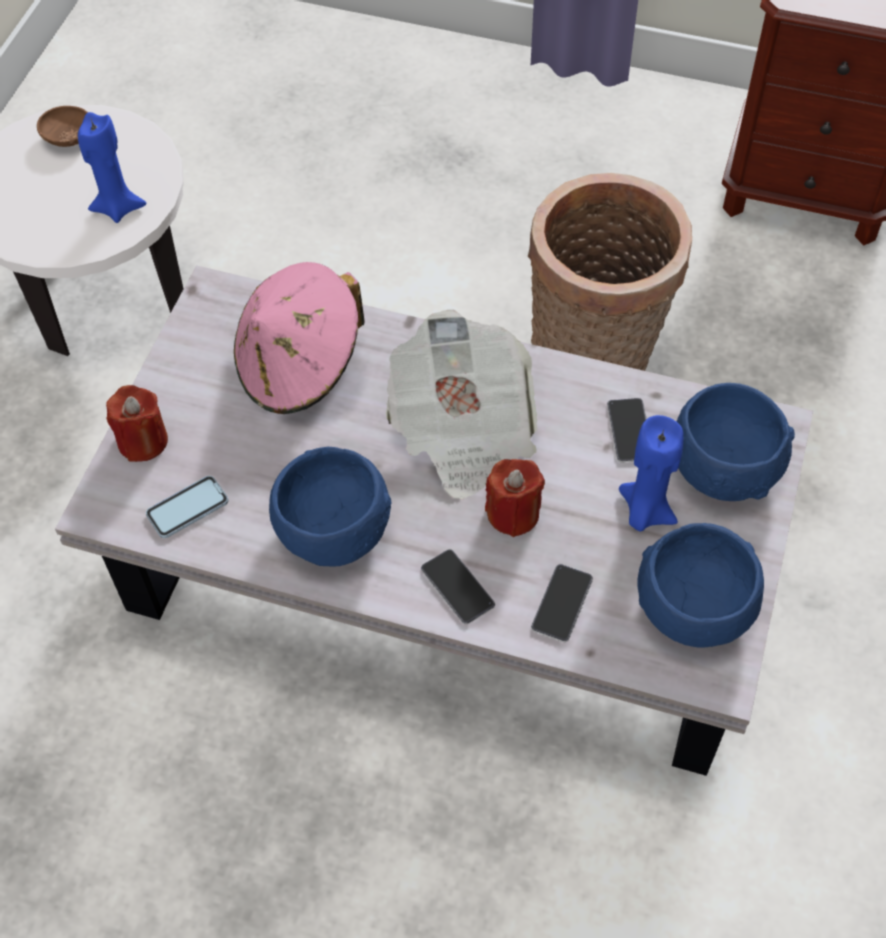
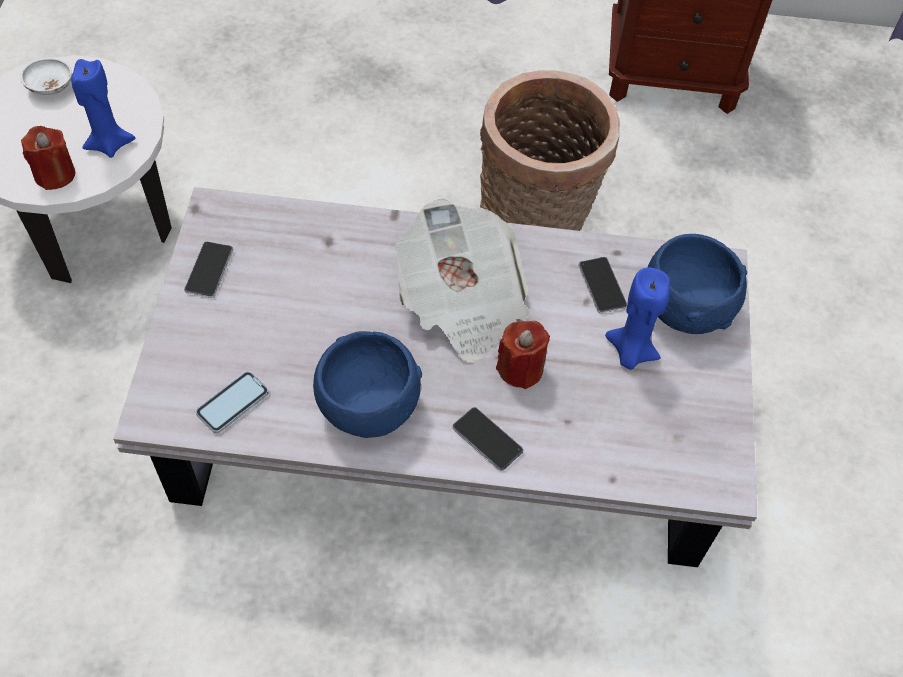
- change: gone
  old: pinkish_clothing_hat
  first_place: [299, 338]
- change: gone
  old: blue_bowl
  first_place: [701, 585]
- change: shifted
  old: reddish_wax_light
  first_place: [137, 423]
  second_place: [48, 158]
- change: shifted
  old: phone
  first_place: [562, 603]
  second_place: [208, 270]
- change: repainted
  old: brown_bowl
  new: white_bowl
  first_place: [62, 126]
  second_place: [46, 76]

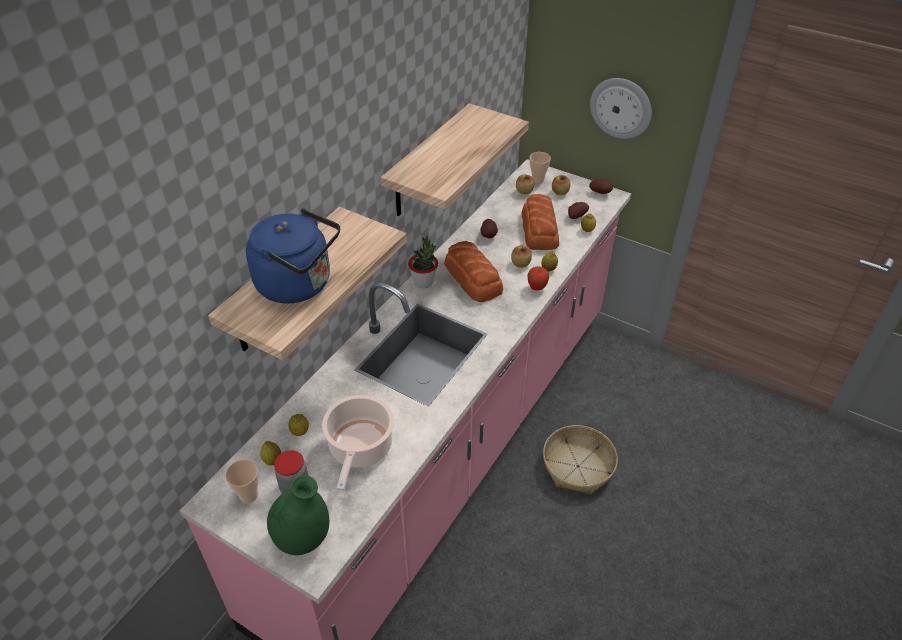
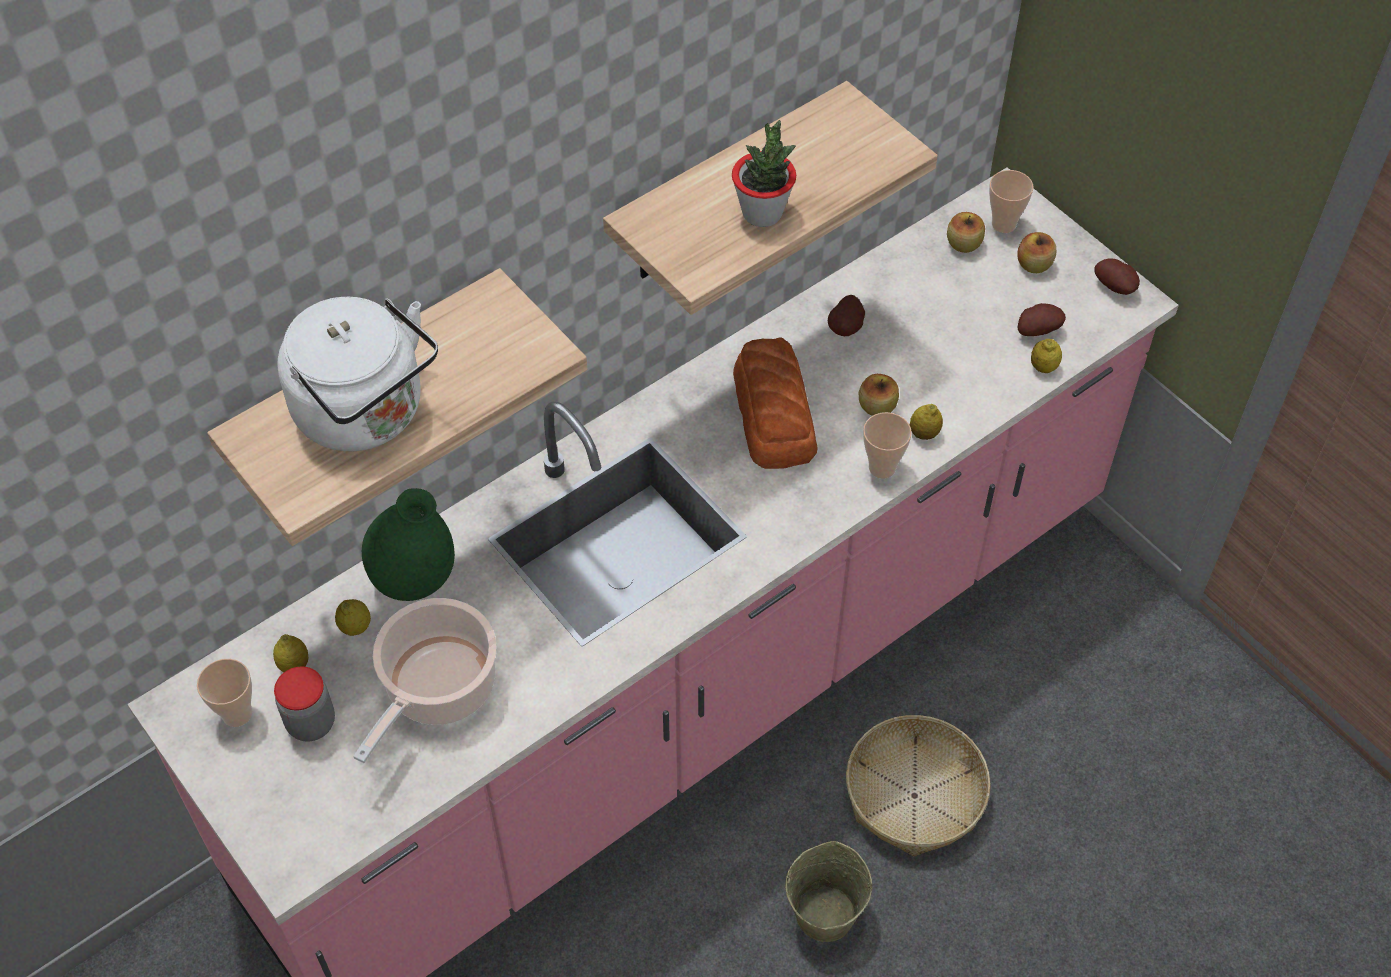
- change: gone
  old: baked_bread
  first_place: [540, 222]
- change: gone
  old: wall_clock
  first_place: [621, 108]
- change: new
  new: beige-coloured_pail
  second_place: [828, 891]
- change: shifted
  old: greenish_decorative_vase
  first_place: [298, 515]
  second_place: [408, 544]
- change: shifted
  old: houseplant
  first_place: [423, 262]
  second_place: [764, 173]
- change: swapped
  old: apple
  new: small_cup
  first_place: [538, 278]
  second_place: [887, 445]
- change: repainted
  old: blue_water_kettle
  new: white_water_kettle
  first_place: [293, 256]
  second_place: [357, 374]

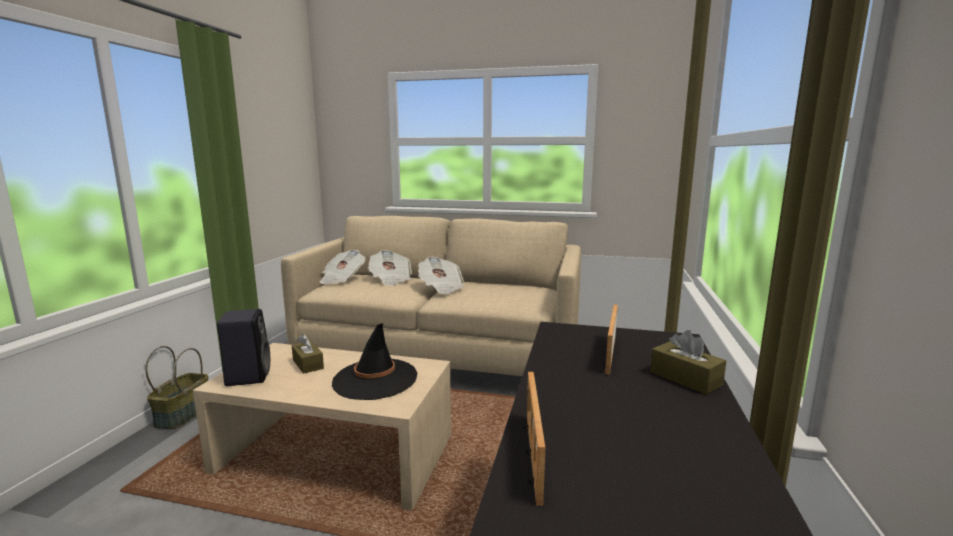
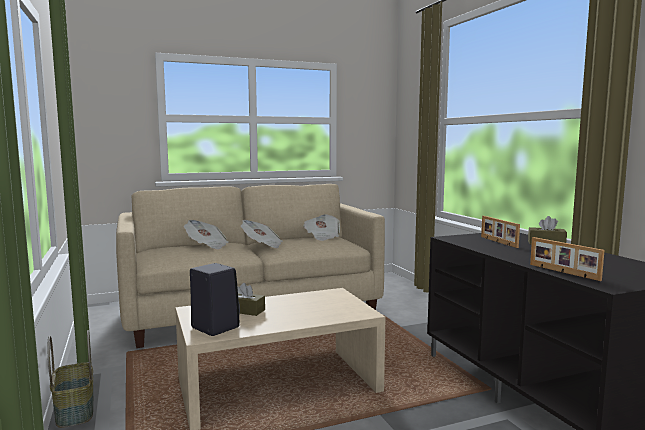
- change: gone
  old: black-coloured_clothing_hat
  first_place: [374, 361]
- change: shifted
  old: newspaper
  first_place: [343, 267]
  second_place: [321, 227]

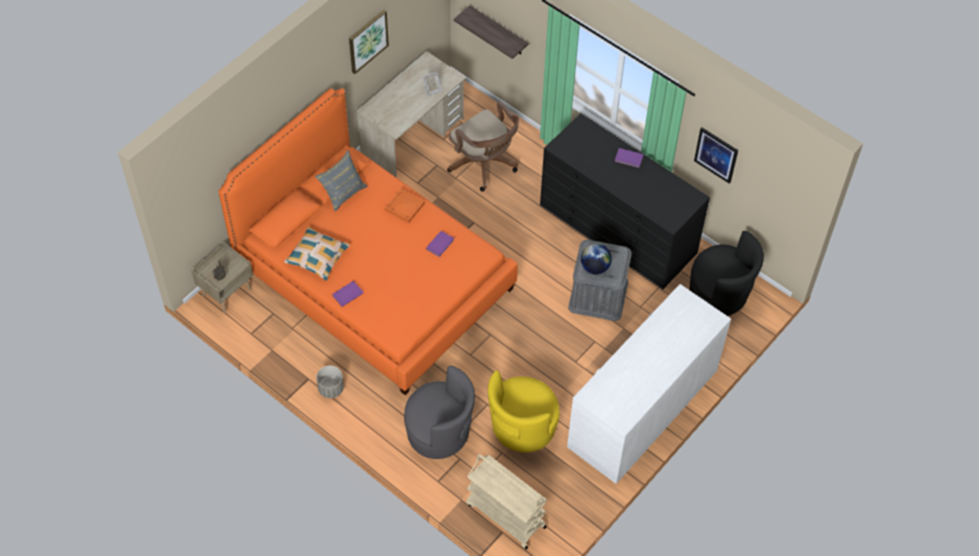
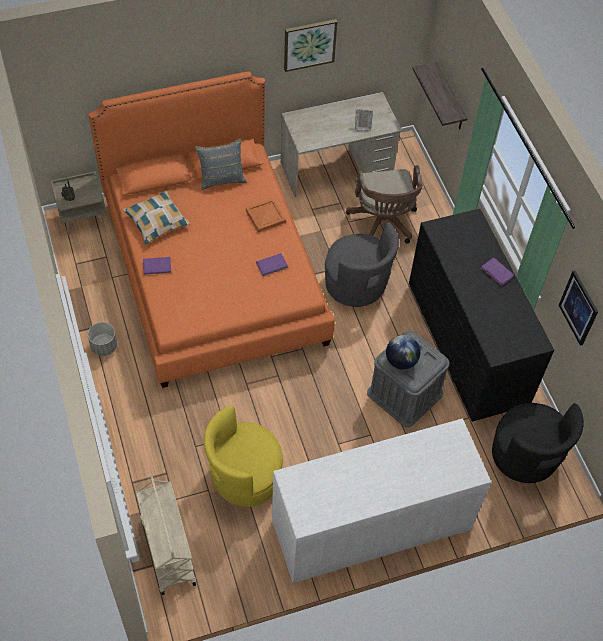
- change: shifted
  old: grey_armchair
  first_place: [439, 412]
  second_place: [362, 265]

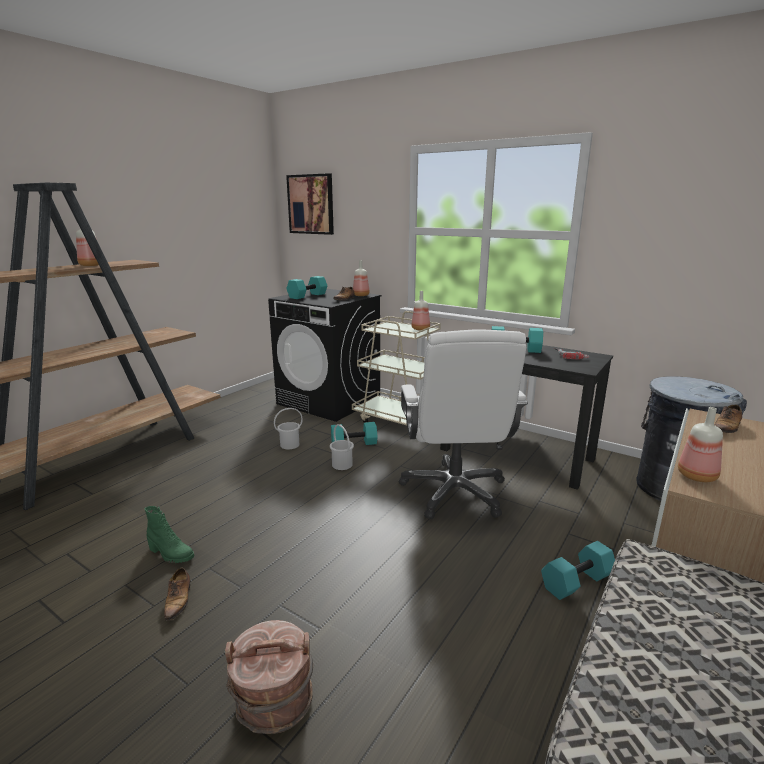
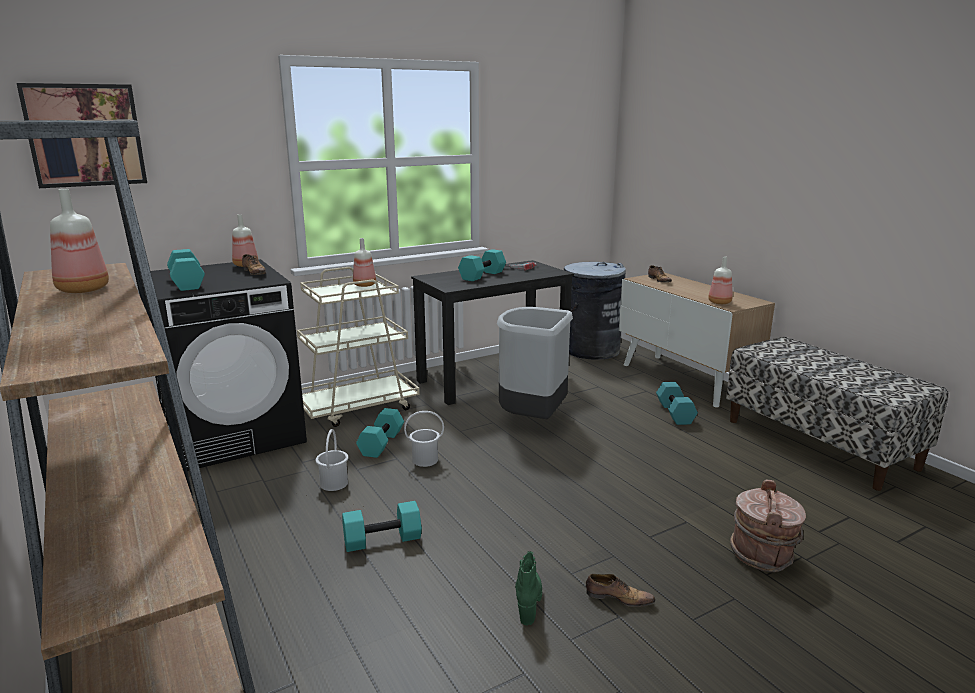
- change: new
  new: turquoise-coloured_dumbbell
  second_place: [382, 526]
- change: swapped
  old: white_desk_chair
  new: grey_rubbish_bin
  first_place: [463, 424]
  second_place: [535, 363]
- change: rotated
  old: greenish_high-top_boot
  first_place: [169, 534]
  second_place: [528, 588]
  degrees: -45

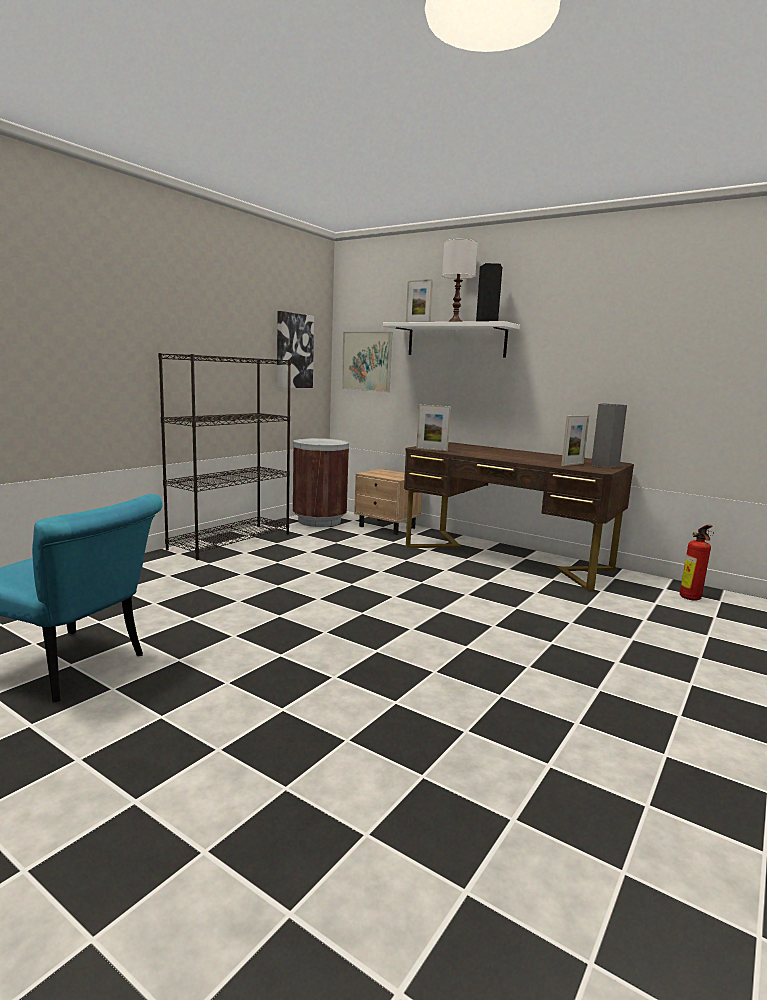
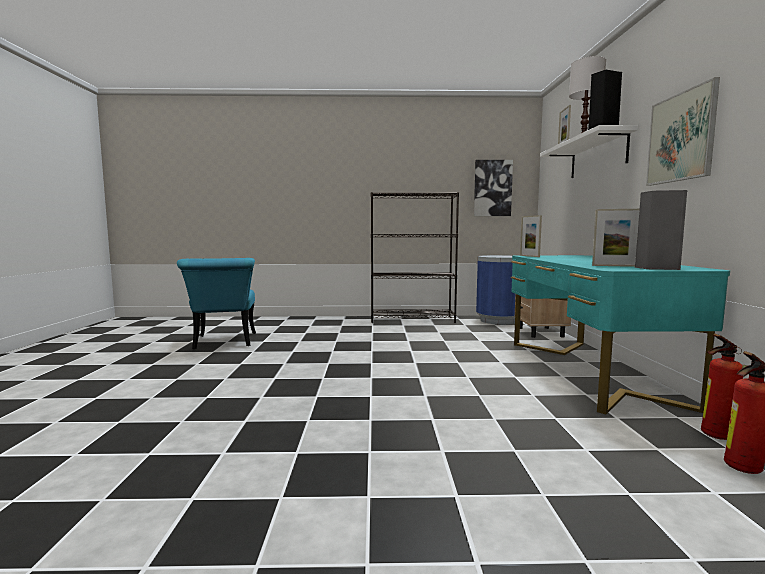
- change: new
  new: fire_extinguisher
  second_place: [722, 387]
- change: shifted
  old: picture
  first_place: [367, 362]
  second_place: [683, 131]
- change: repainted
  old: brown_rubbish_bin
  new: blue_rubbish_bin
  first_place: [321, 482]
  second_place: [495, 290]
- change: repainted
  old: brown_desk_unit
  new: turquoise-coloured_desk_unit
  first_place: [519, 516]
  second_place: [620, 334]

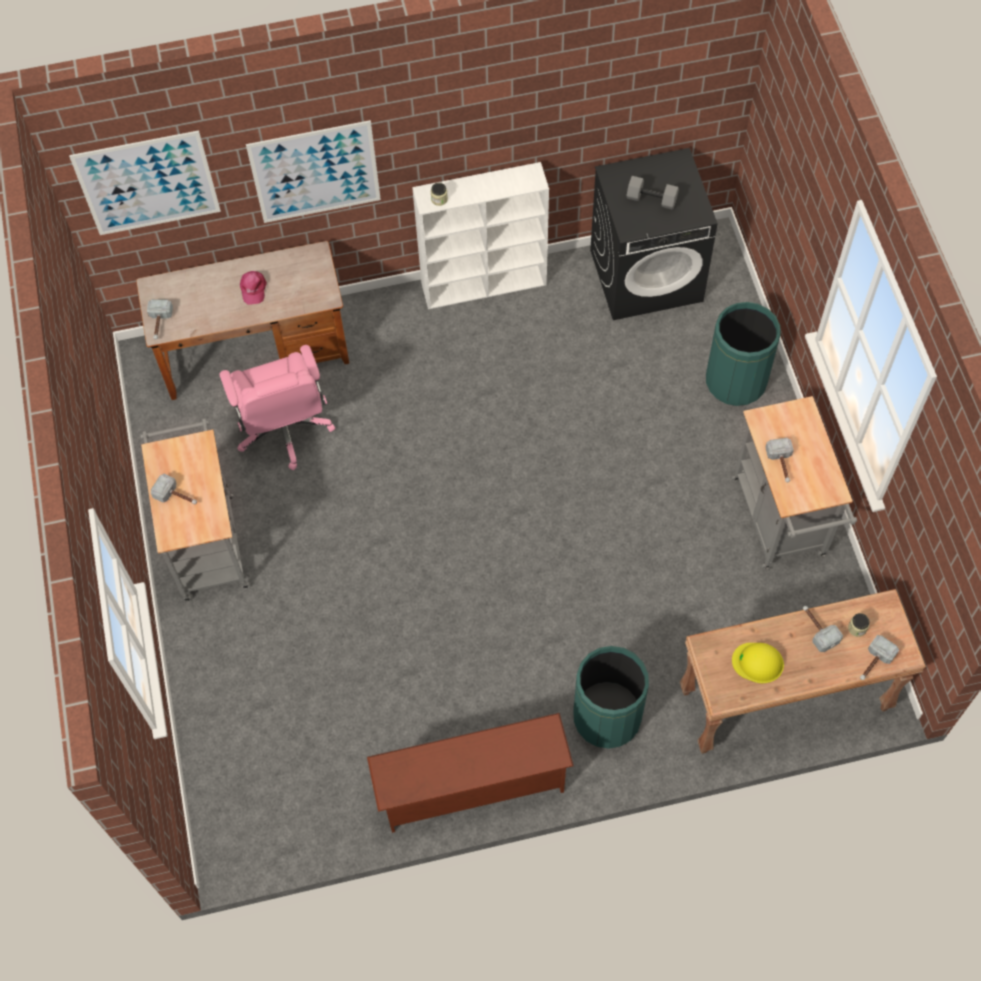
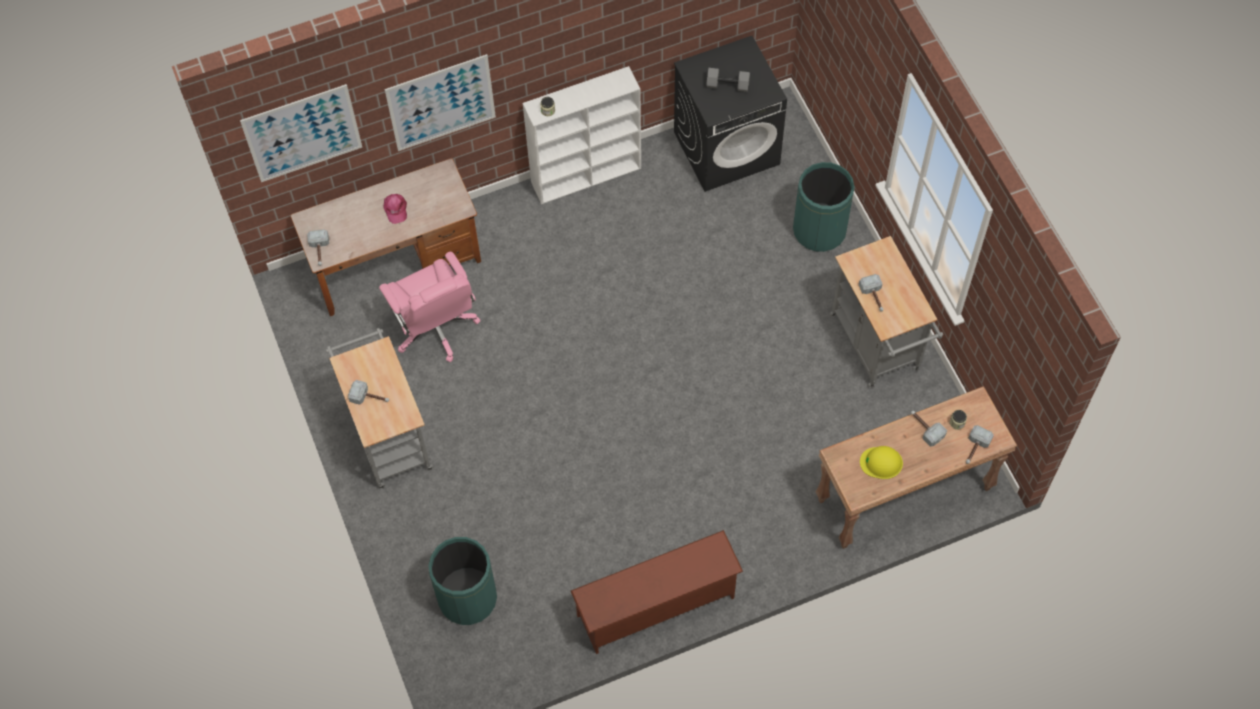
- change: shifted
  old: greenish_rubbish_bin
  first_place: [611, 697]
  second_place: [462, 581]

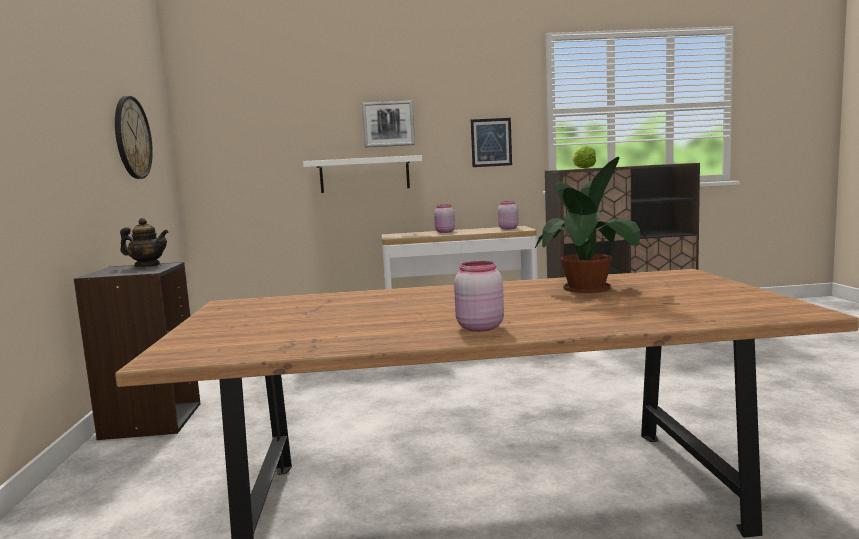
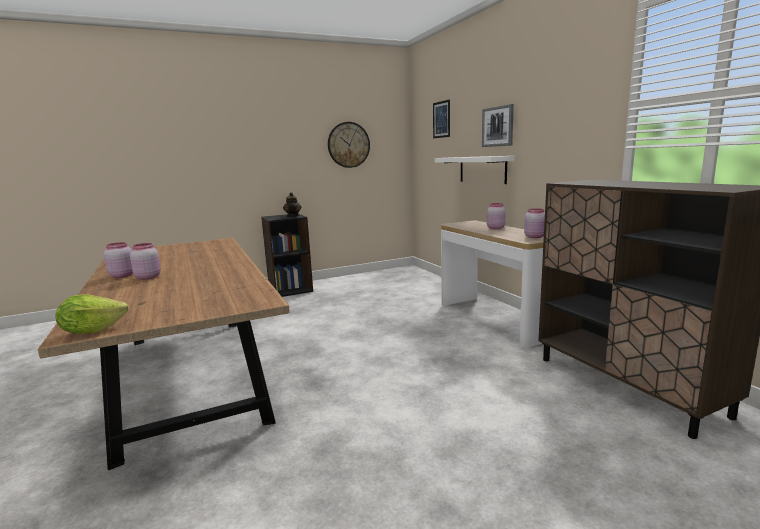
- change: gone
  old: houseplant
  first_place: [593, 225]
- change: new
  new: pinkish_jar
  second_place: [145, 261]
- change: shifted
  old: picture
  first_place: [491, 142]
  second_place: [441, 119]
- change: shifted
  old: lettuce
  first_place: [584, 157]
  second_place: [92, 314]

